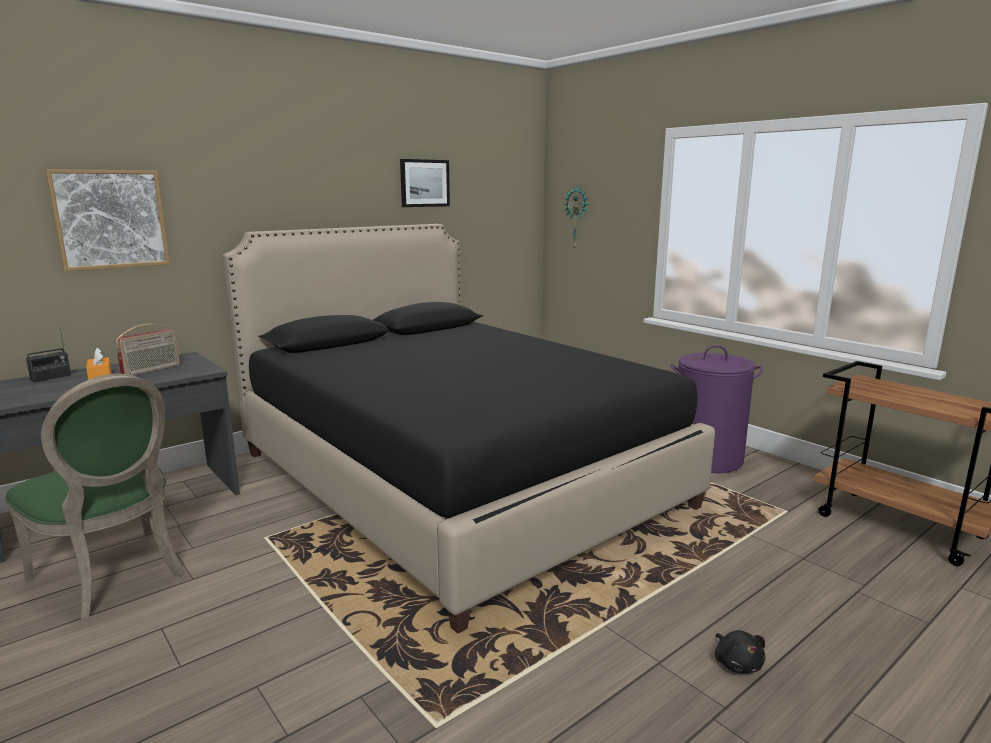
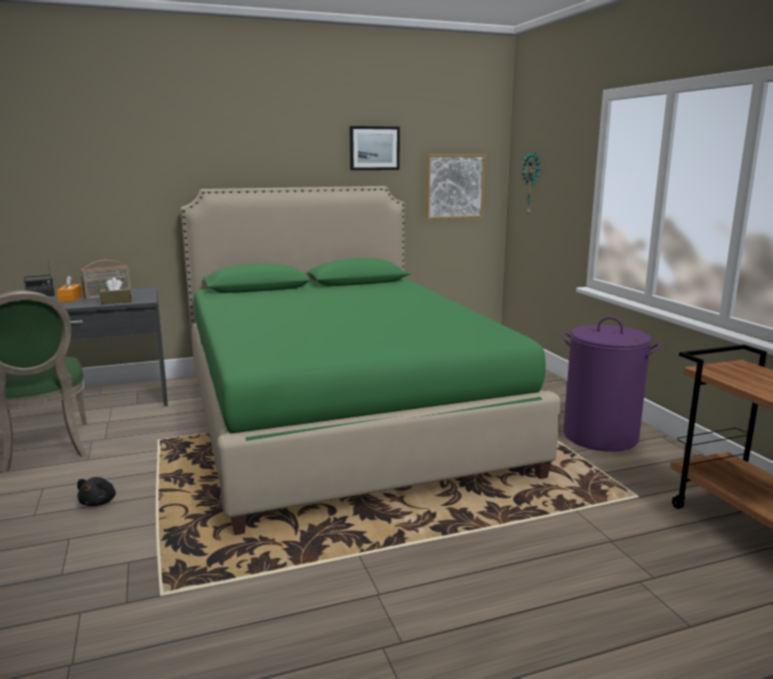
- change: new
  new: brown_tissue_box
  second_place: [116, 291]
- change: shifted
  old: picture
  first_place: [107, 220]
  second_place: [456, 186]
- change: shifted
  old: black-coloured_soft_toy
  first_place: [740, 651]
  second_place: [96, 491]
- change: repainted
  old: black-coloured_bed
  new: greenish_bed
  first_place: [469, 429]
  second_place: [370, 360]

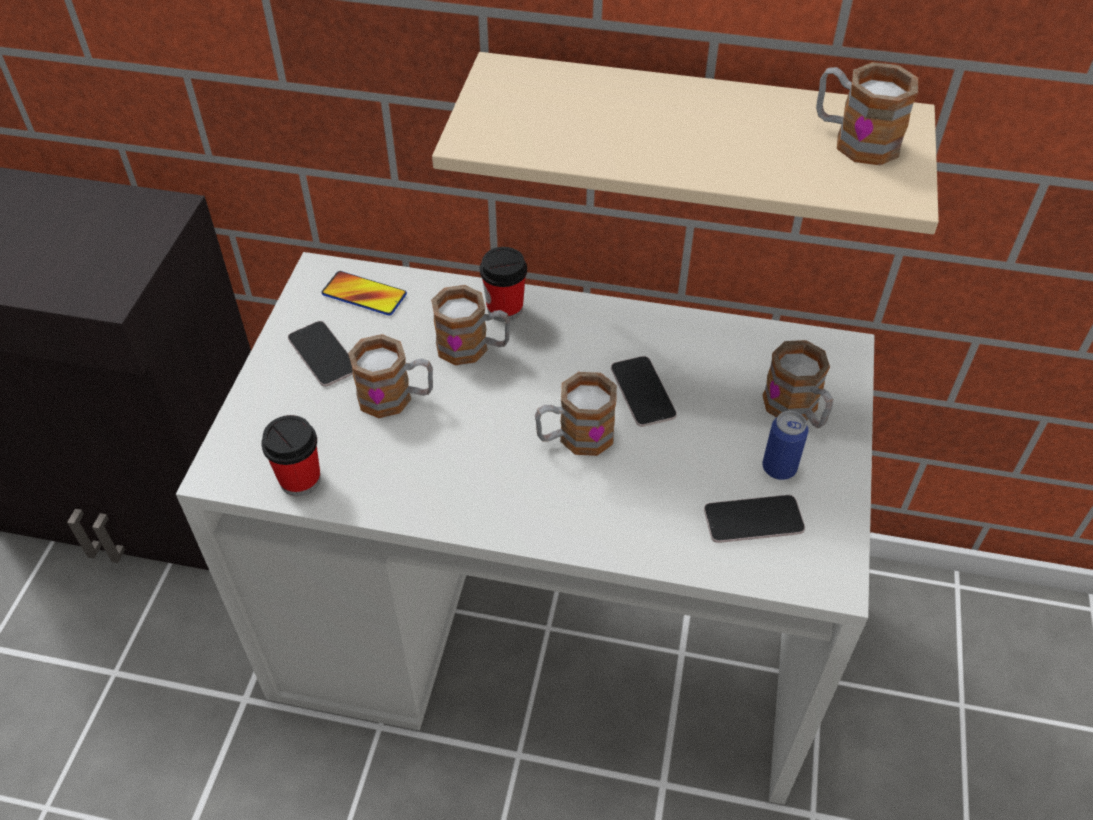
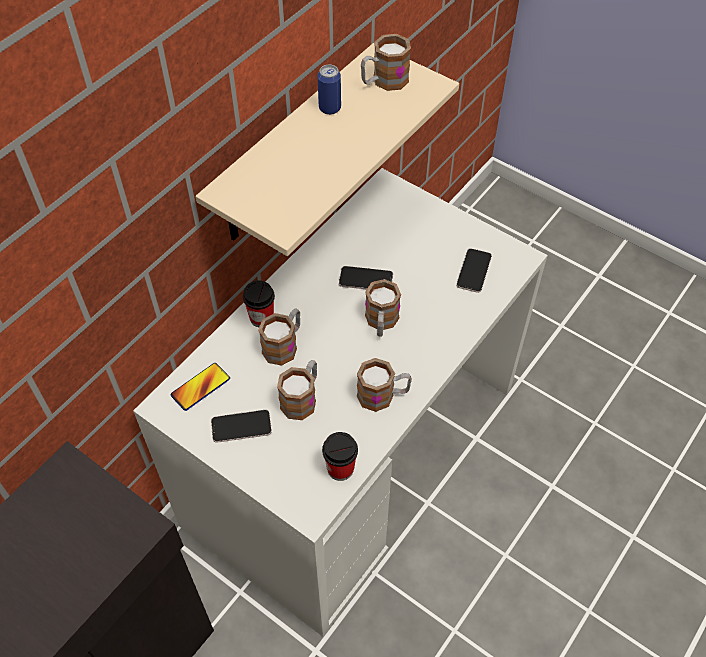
- change: shifted
  old: mug
  first_place: [797, 384]
  second_place: [384, 385]
- change: shifted
  old: metal_can
  first_place: [785, 445]
  second_place: [329, 89]

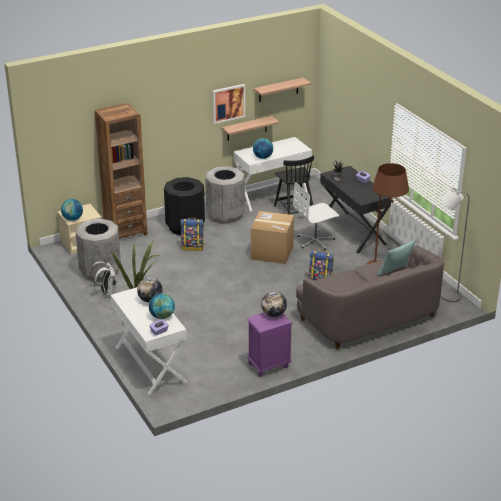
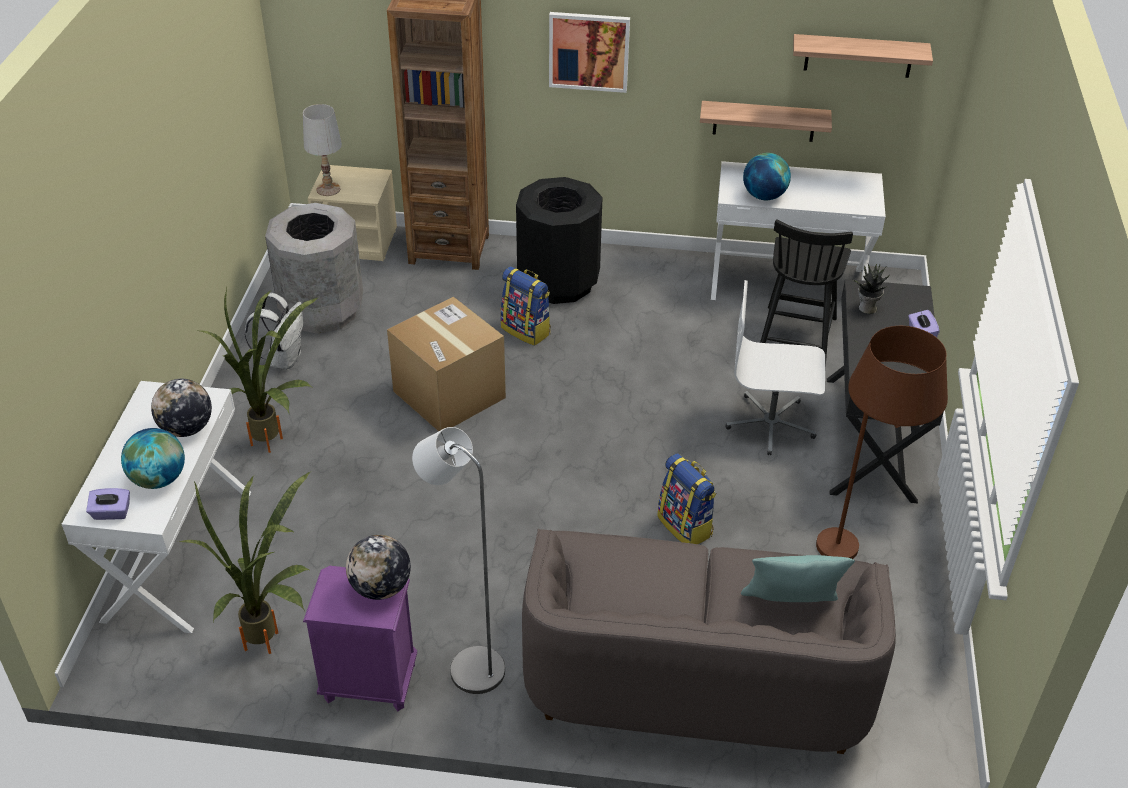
- change: gone
  old: grey_rubbish_bin
  first_place: [225, 195]
- change: new
  new: houseplant
  second_place: [245, 562]
- change: shifted
  old: picture
  first_place: [229, 104]
  second_place: [589, 52]
- change: shifted
  old: carton
  first_place: [272, 237]
  second_place: [446, 364]
- change: shifted
  old: grey_standing_lamp
  first_place: [455, 245]
  second_place: [458, 560]
- change: swapped
  old: globe
  new: white_table_lamp
  first_place: [72, 210]
  second_place: [322, 150]

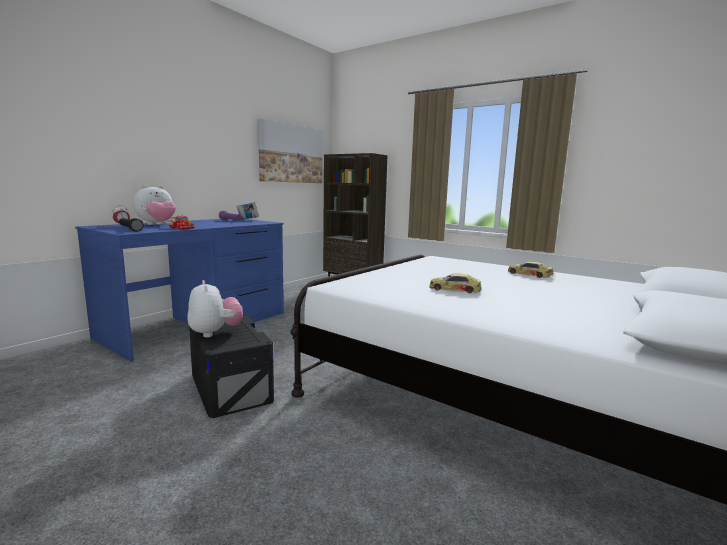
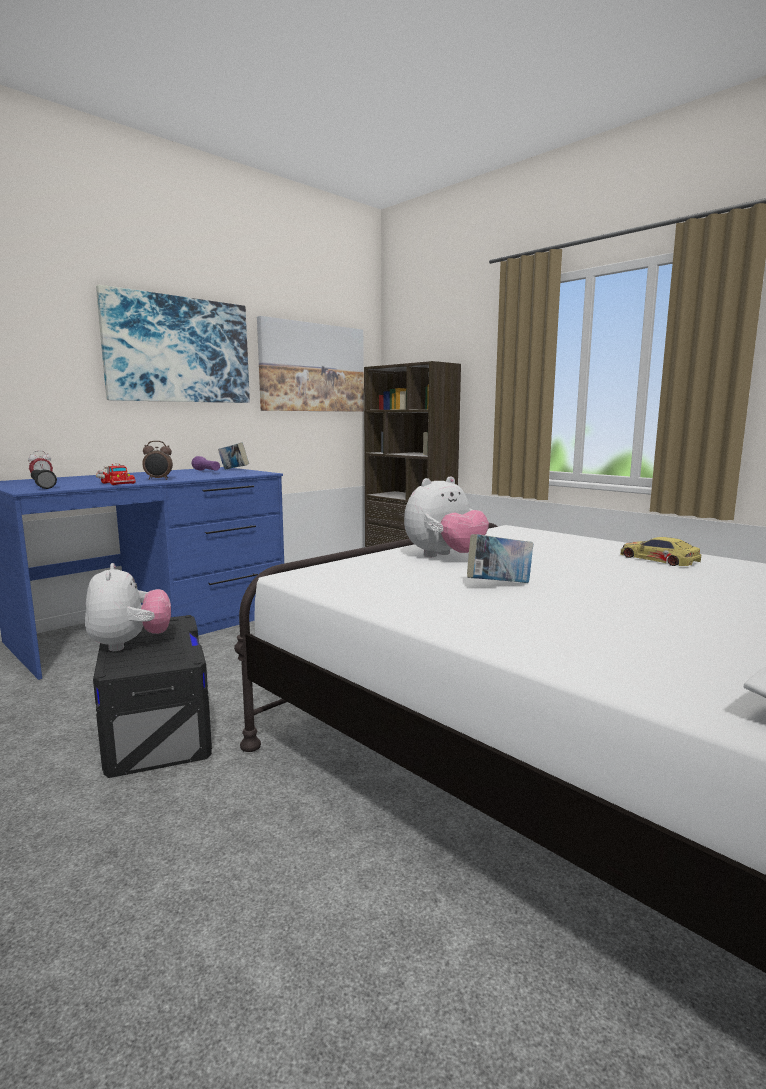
- change: new
  new: picture
  second_place: [173, 344]
- change: new
  new: alarm_clock
  second_place: [157, 460]
- change: shifted
  old: soft_toy
  first_place: [154, 205]
  second_place: [446, 516]
- change: swapped
  old: miniature_car
  new: book
  first_place: [455, 283]
  second_place: [500, 558]

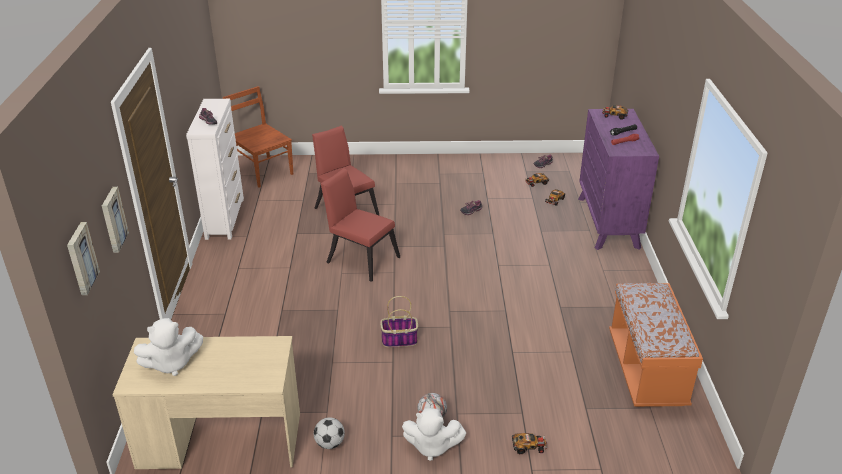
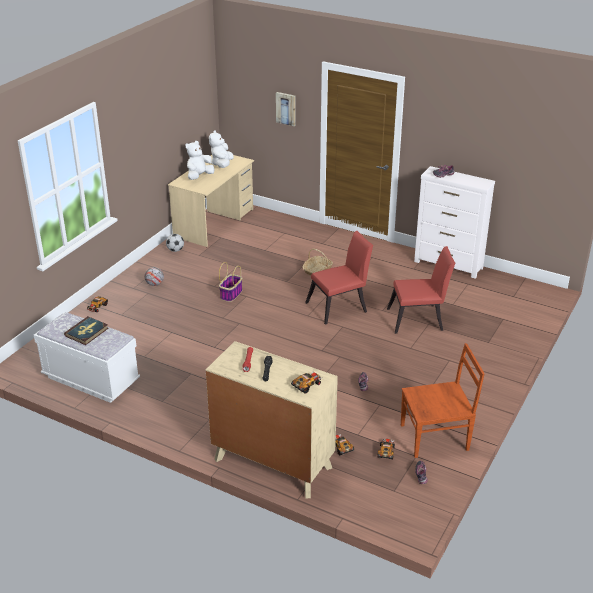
- change: gone
  old: picture
  first_place: [83, 258]
- change: new
  new: book
  second_place: [86, 330]
- change: new
  new: household_basket
  second_place: [317, 262]
- change: shifted
  old: brown_plain_chair
  first_place: [258, 136]
  second_place: [443, 400]
- change: shifted
  old: white_soft_toy
  first_place: [434, 434]
  second_place: [200, 160]
- change: repainted
  old: purple-coloured_chest_of_drawers
  new: beige-coloured_chest_of_drawers
  first_place: [618, 179]
  second_place: [272, 419]
- change: repainted
  old: orange-coloured_indoor_bench
  new: white_indoor_bench
  first_place: [656, 345]
  second_place: [87, 357]

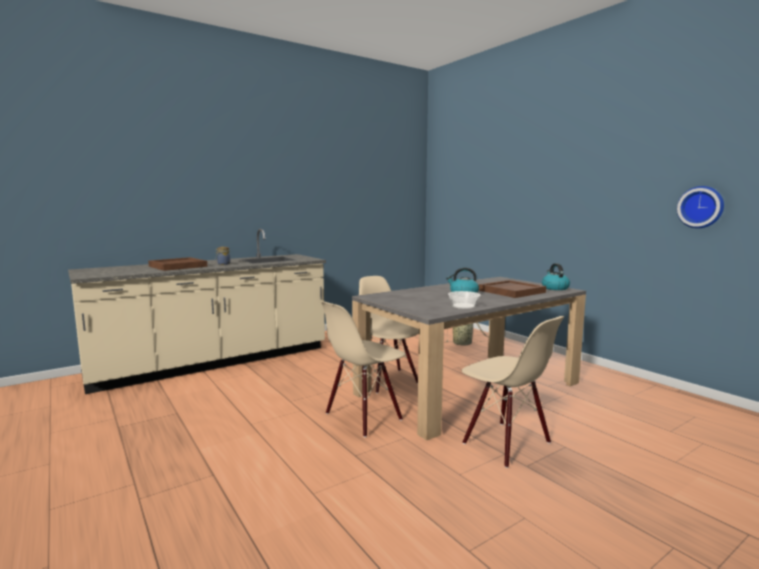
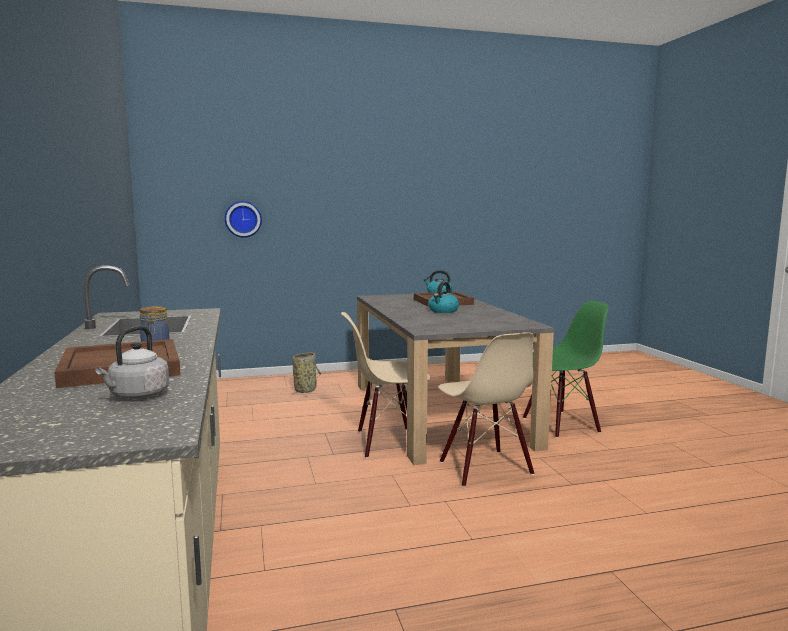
- change: gone
  old: bowl
  first_place: [464, 300]
- change: new
  new: grey_water_kettle
  second_place: [132, 362]
- change: shifted
  old: wall_clock
  first_place: [700, 207]
  second_place: [243, 219]
- change: repainted
  old: beige-coloured_plain_chair
  new: greenish_plain_chair
  first_place: [513, 392]
  second_place: [566, 369]

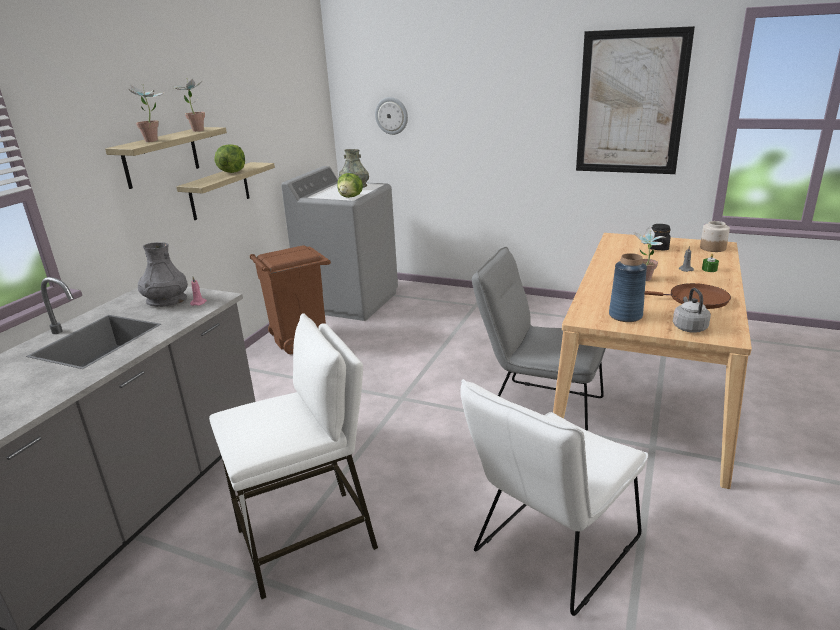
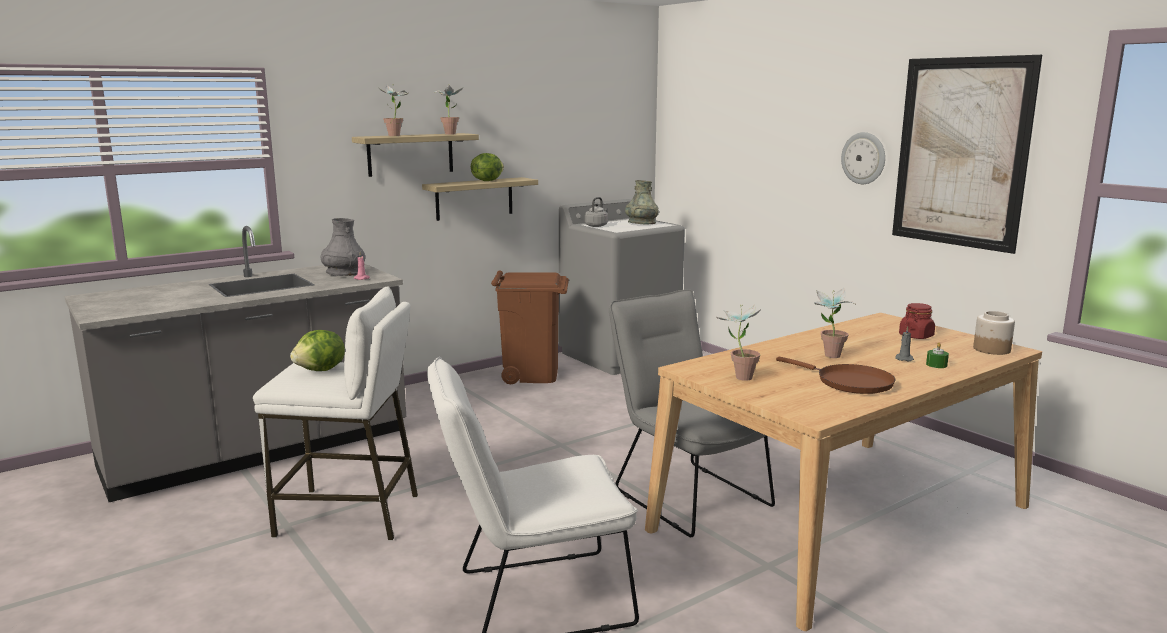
- change: shifted
  old: lettuce
  first_place: [350, 185]
  second_place: [317, 350]
- change: shifted
  old: wall_clock
  first_place: [391, 116]
  second_place: [863, 158]
- change: shifted
  old: grey_water_kettle
  first_place: [692, 310]
  second_place: [596, 212]
- change: swapped
  old: blue_decorative_vase
  new: houseplant
  first_place: [628, 287]
  second_place: [738, 343]
- change: repainted
  old: black-coloured_jar
  new: reddish_jar
  first_place: [660, 237]
  second_place: [917, 321]

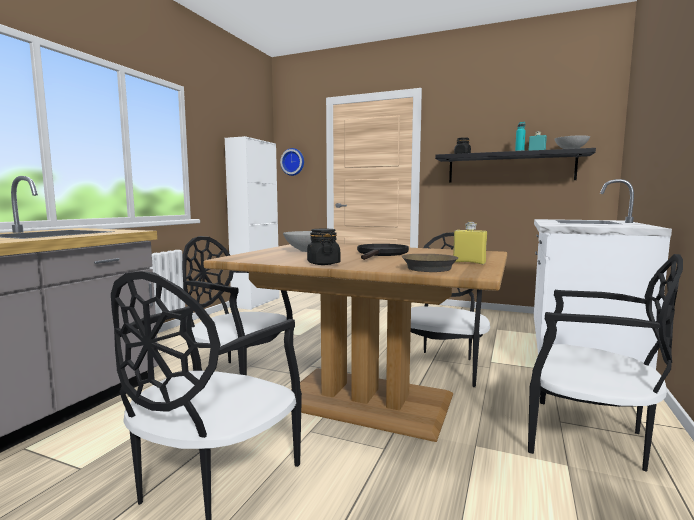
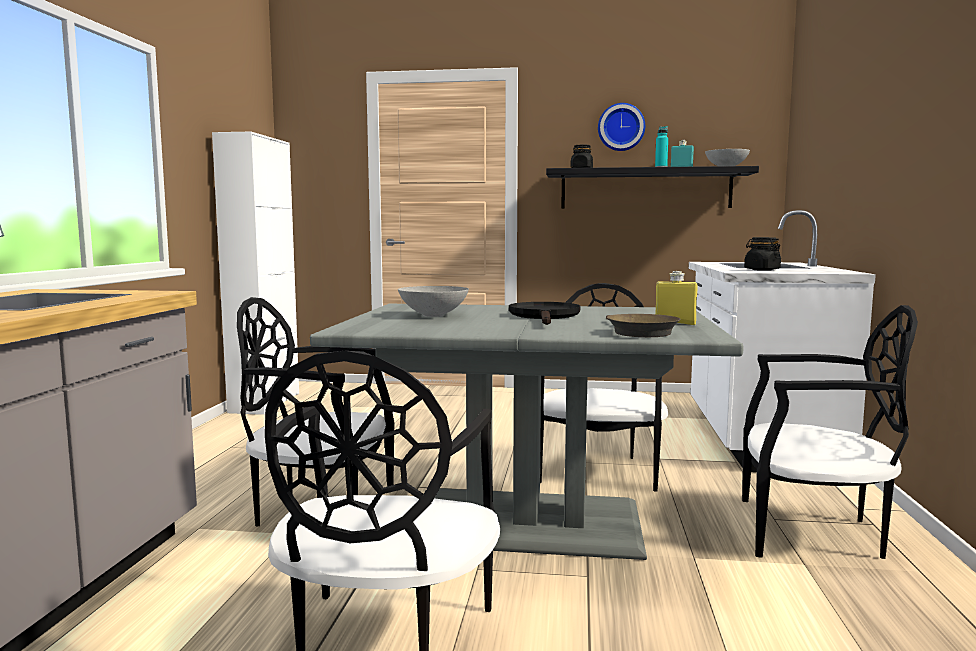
- change: shifted
  old: wall_clock
  first_place: [292, 162]
  second_place: [621, 127]
- change: shifted
  old: black-coloured_jar
  first_place: [324, 247]
  second_place: [762, 254]
- change: repainted
  old: brown_dining_table
  new: grey_dining_table
  first_place: [355, 343]
  second_place: [527, 432]

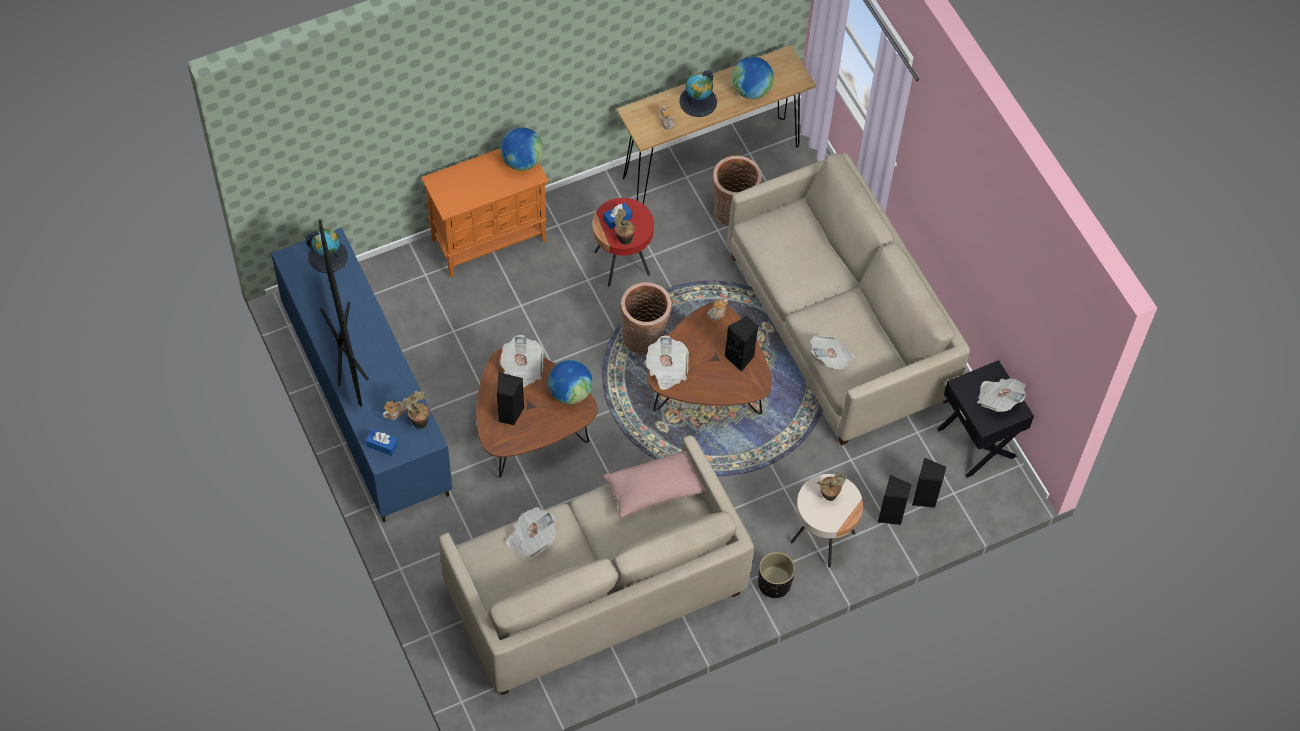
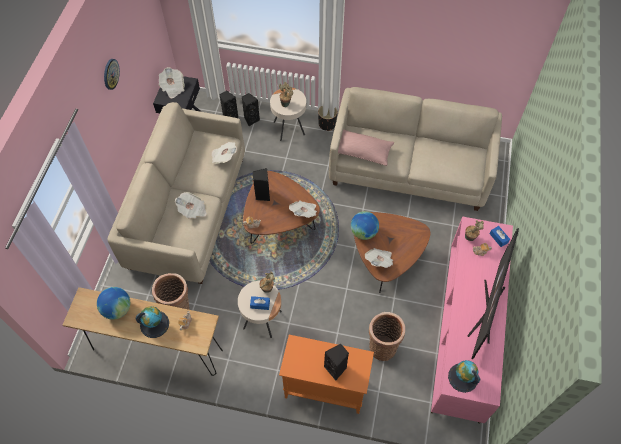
- change: gone
  old: globe
  first_place: [521, 149]
- change: new
  new: wall_clock
  second_place: [112, 74]
- change: shifted
  old: black-coloured_audio_speaker
  first_place: [510, 399]
  second_place: [336, 362]
- change: shifted
  old: newspaper
  first_place: [531, 533]
  second_place: [190, 205]
- change: shifted
  old: household_basket
  first_place: [646, 318]
  second_place: [387, 336]
- change: repainted
  old: blue_tv_stand
  new: pinkish_tv_stand
  first_place: [361, 374]
  second_place: [472, 319]
- change: repainted
  old: reddish_end_table
  new: beige-coloured_end_table
  first_place: [623, 242]
  second_place: [260, 309]

